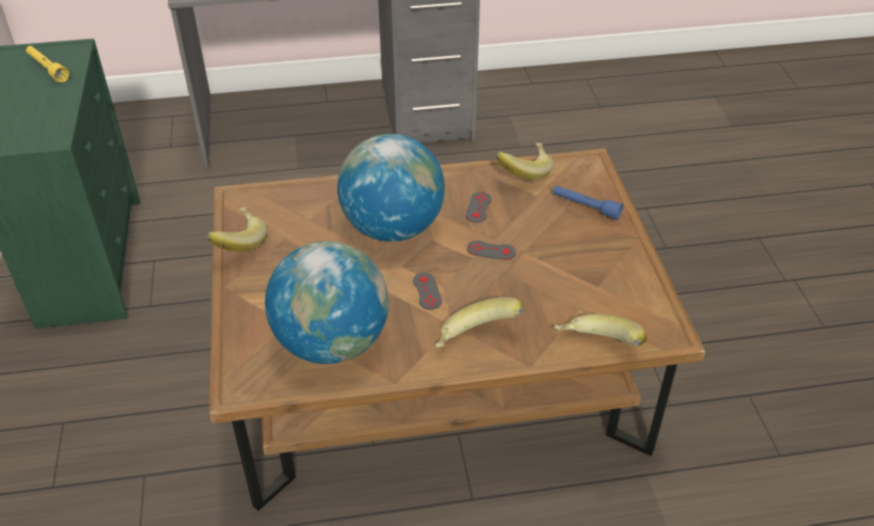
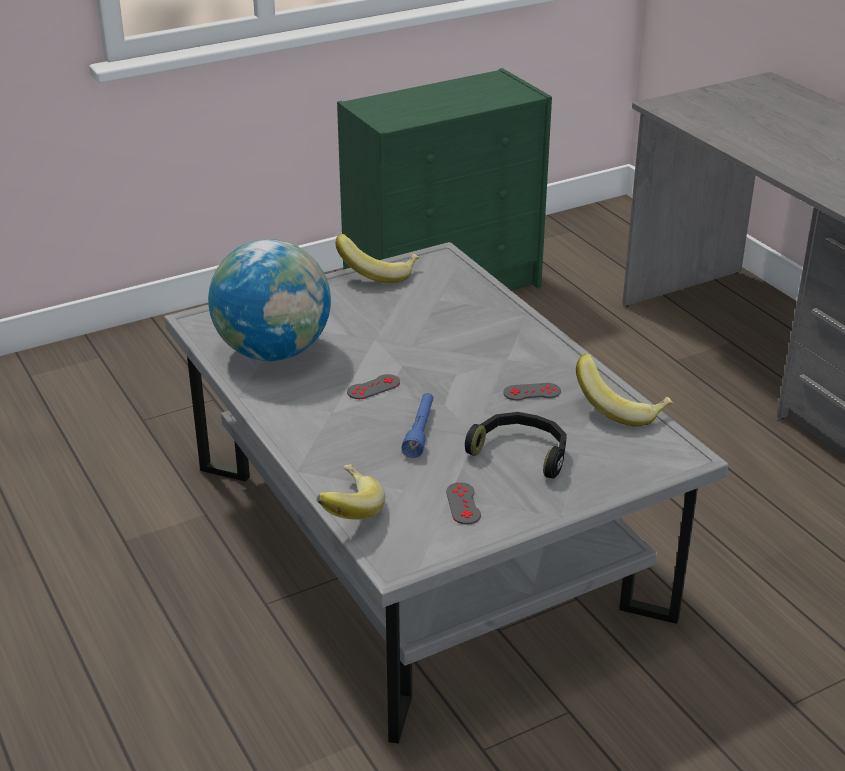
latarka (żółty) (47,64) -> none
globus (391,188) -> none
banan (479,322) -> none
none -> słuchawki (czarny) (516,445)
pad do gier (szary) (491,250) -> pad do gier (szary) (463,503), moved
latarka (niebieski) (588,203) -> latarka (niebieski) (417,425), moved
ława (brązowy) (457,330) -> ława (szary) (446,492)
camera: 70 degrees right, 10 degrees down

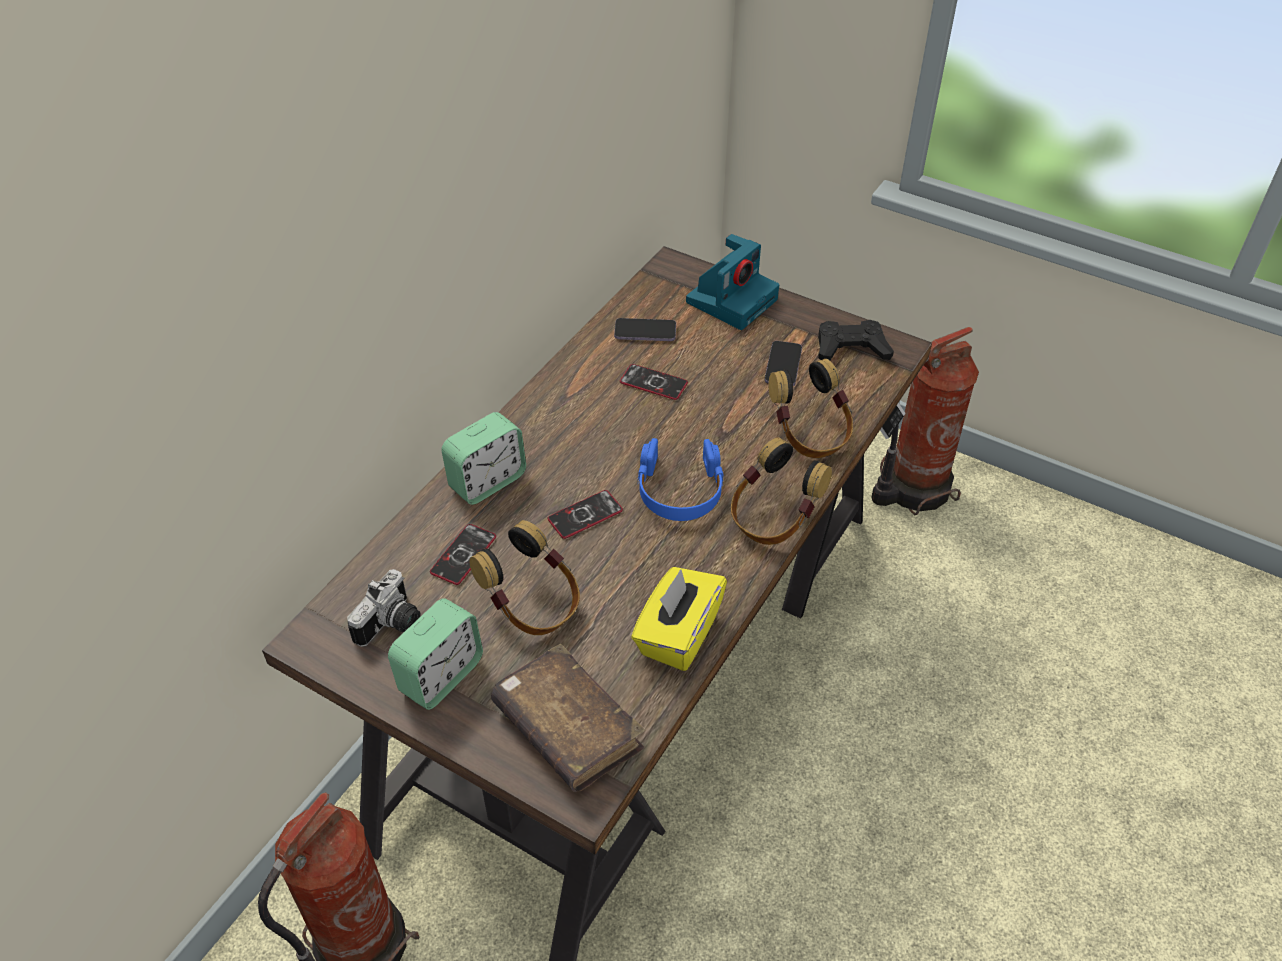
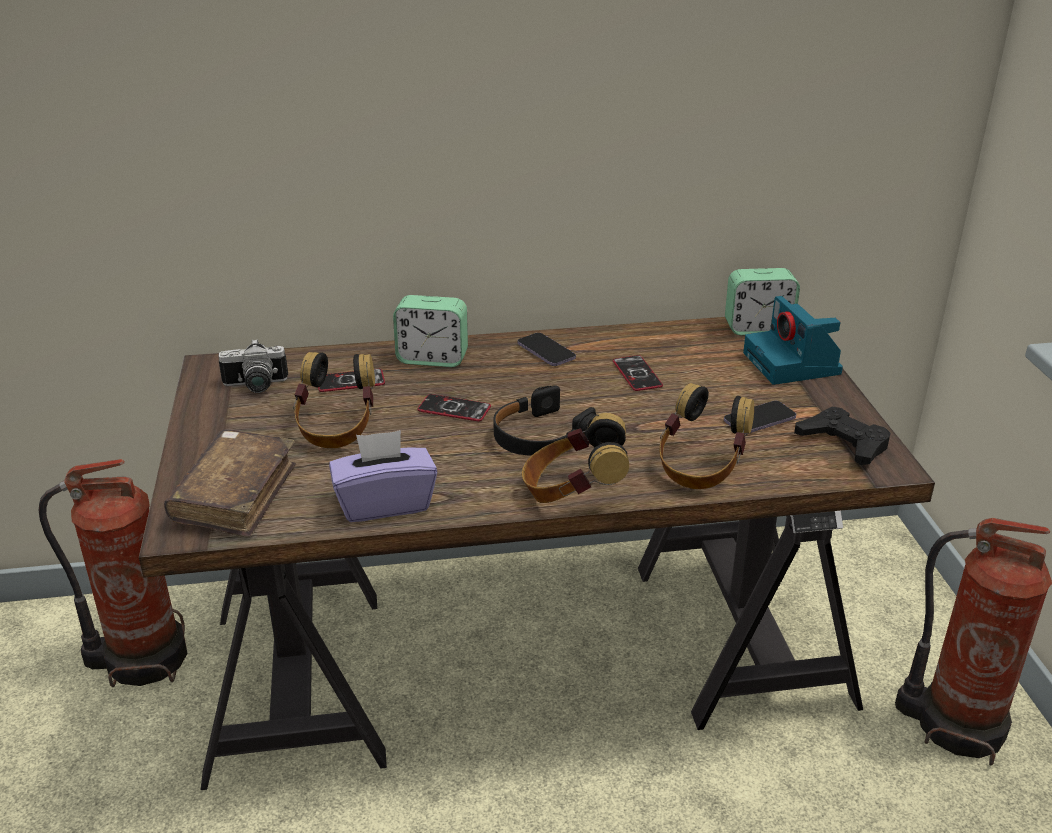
budzik (435,654) -> budzik (762,301), moved
telefon (645,329) -> telefon (546,349), moved
pudełko chusteczek (żółty) (679,619) -> pudełko chusteczek (fioletowy) (383,476)
słuchawki (niebieski) (680,479) -> słuchawki (czarny) (544,420)
aparat fotograficzny (732,282) -> aparat fotograficzny (793,340), 75 degrees clockwise
camera: 50 degrees right, 15 degrees down

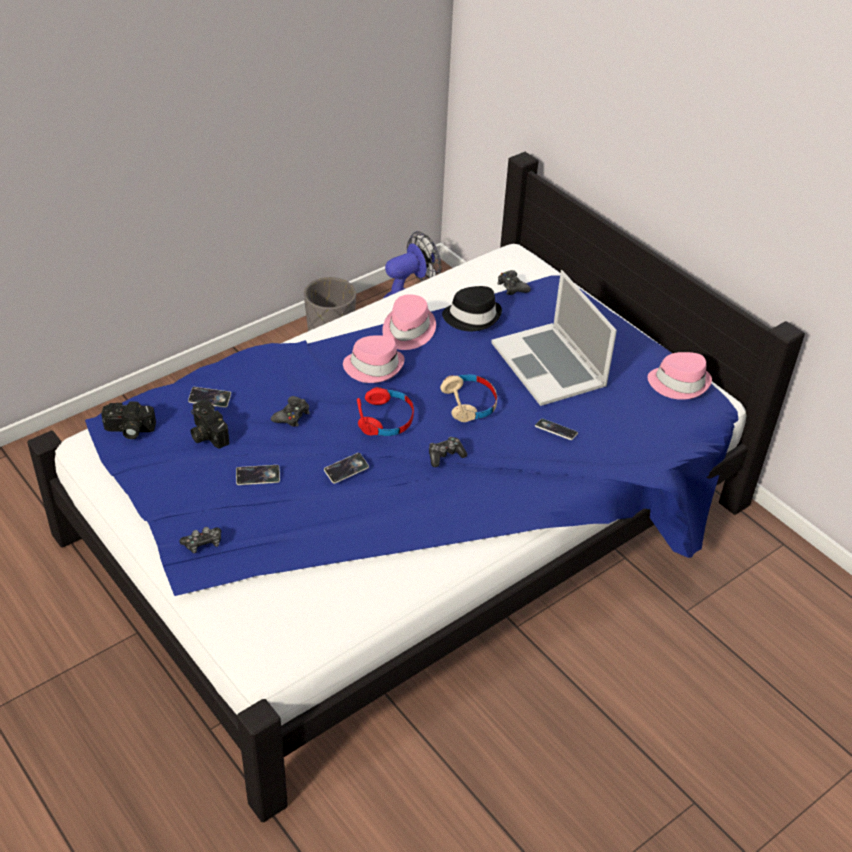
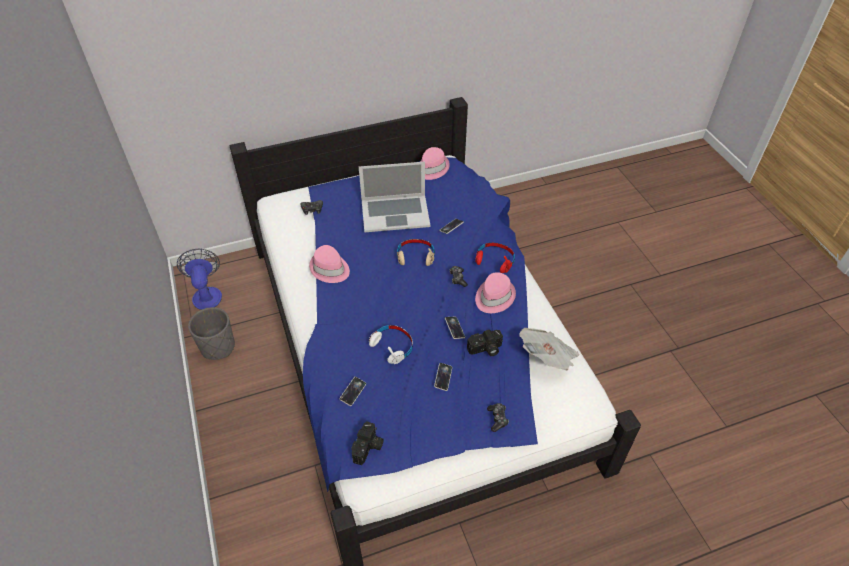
kapelusz (czarny) (472,308) -> none
none -> gazeta (549,349)
aparat fotograficzny (210,424) -> aparat fotograficzny (485,343), moved
kapelusz (różowy) (374,359) -> kapelusz (różowy) (495,292), moved
słuchawki (czerwony) (385,411) -> słuchawki (czerwony) (495,258), moved
pad do gier (czarny) (290,411) -> słuchawki (biały) (391,344)
camera: 70 degrees left, 5 degrees up

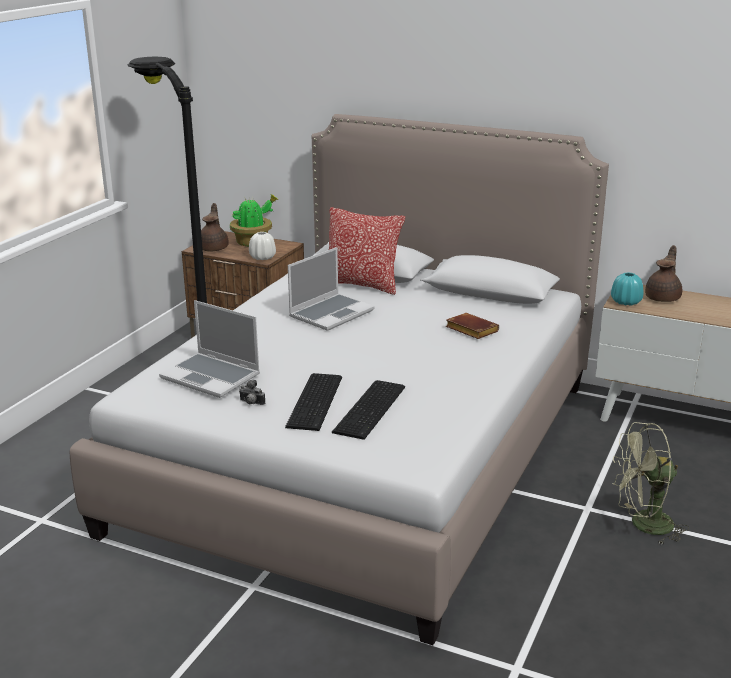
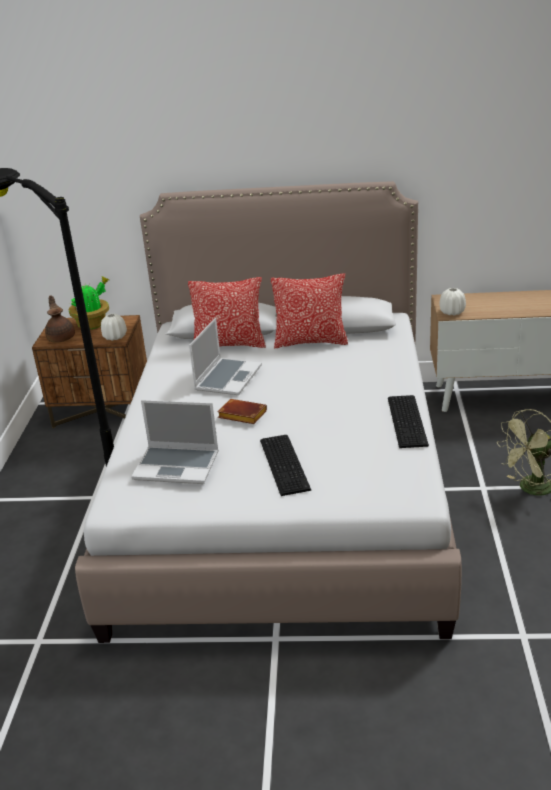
aparat fotograficzny (252,392) -> none
imbryk (brązowy) (663,273) -> none
none -> poduszka (309,310)
klawiatura (368,410) -> klawiatura (408,421), moved
książka (brązowy) (472,326) -> książka (brązowy) (242,411), moved
wazon (turkusowy) (627,289) -> wazon (biały) (452,302)
camera: 20 degrees left, 5 degrees up

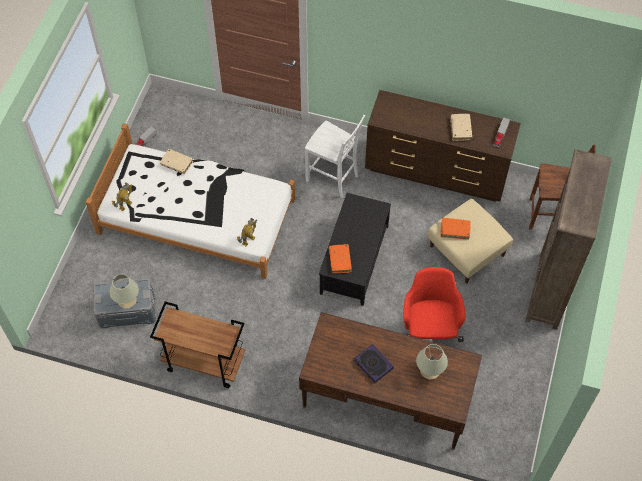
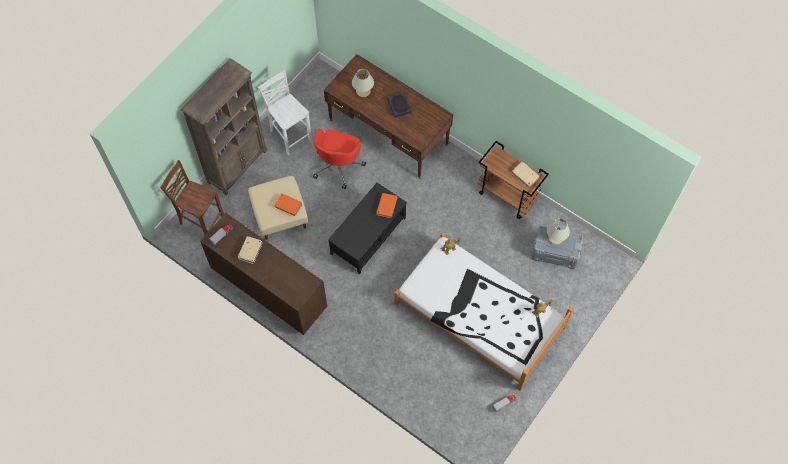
książka (beżowy) (176,161) -> książka (beżowy) (526,174), moved
krzesło (biały) (335,156) -> krzesło (biały) (285,112), moved
camera: 160 degrees left, 5 degrees up

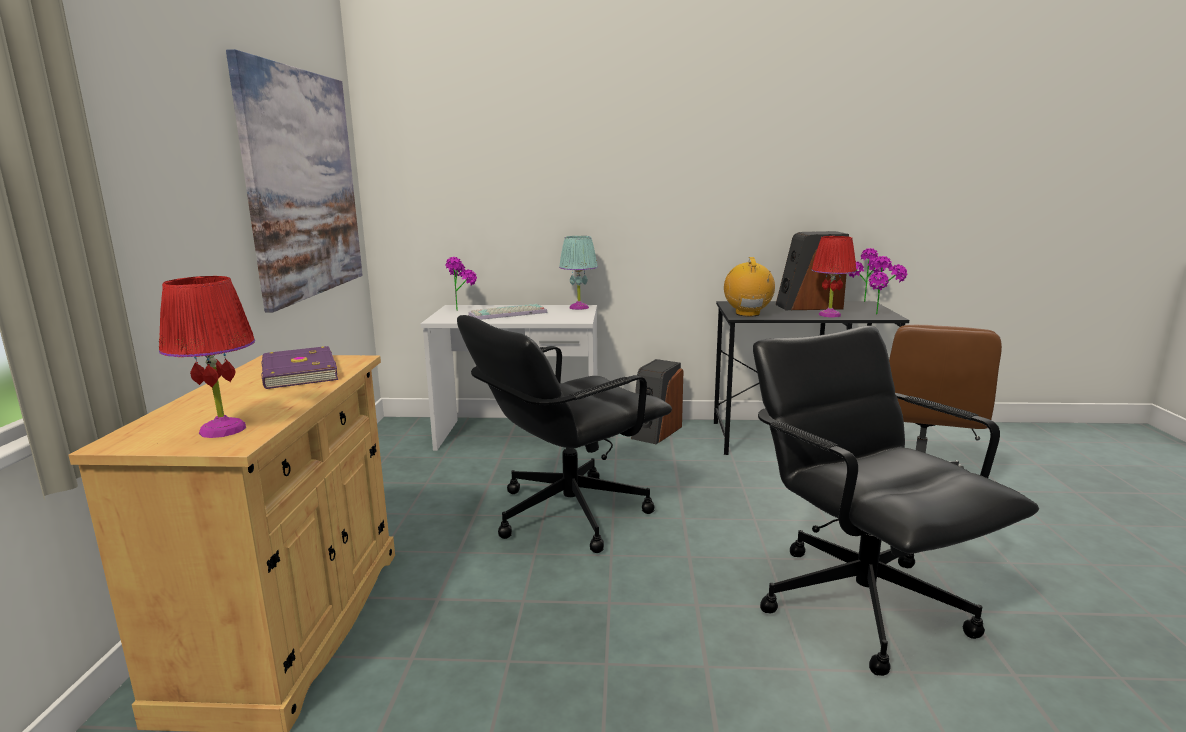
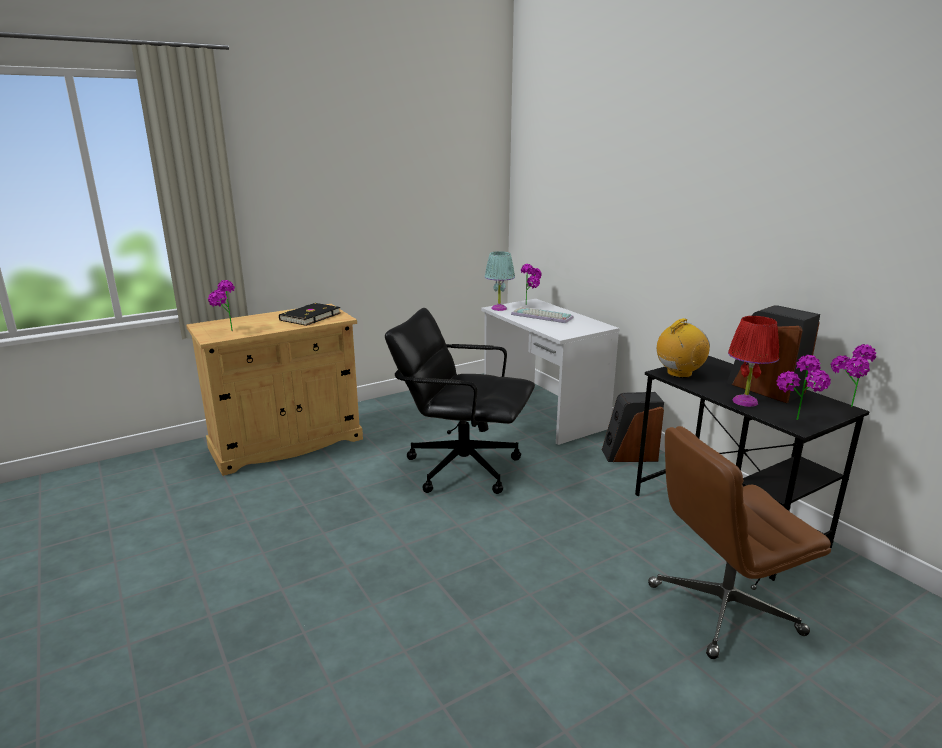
obraz (294,180) -> none
krzesło biurowe (czarny) (896,501) -> none
lampa stołowa (turkusowy) (578,273) -> lampa stołowa (turkusowy) (499,281), moved
lampa stołowa (czerwony) (207,357) -> roślina doniczkowa (221,305)
książka (fioletowy) (300,367) -> książka (czarny) (309,314)
camera: 55 degrees right, 5 degrees up

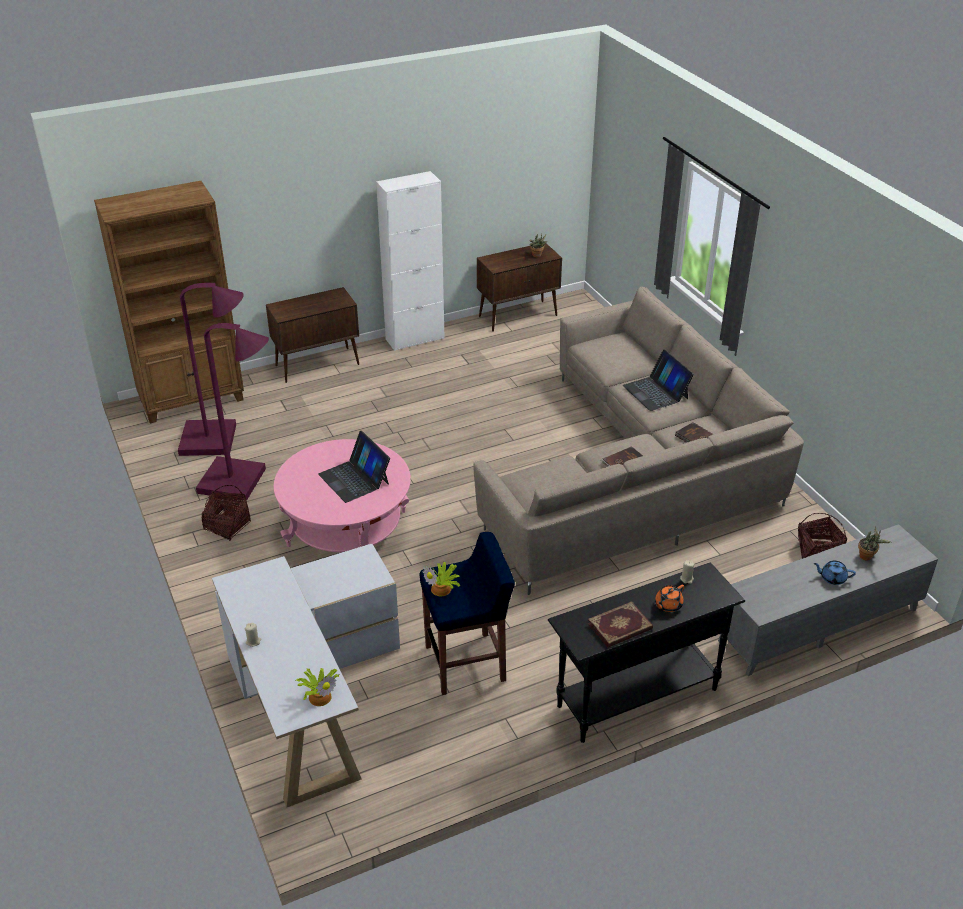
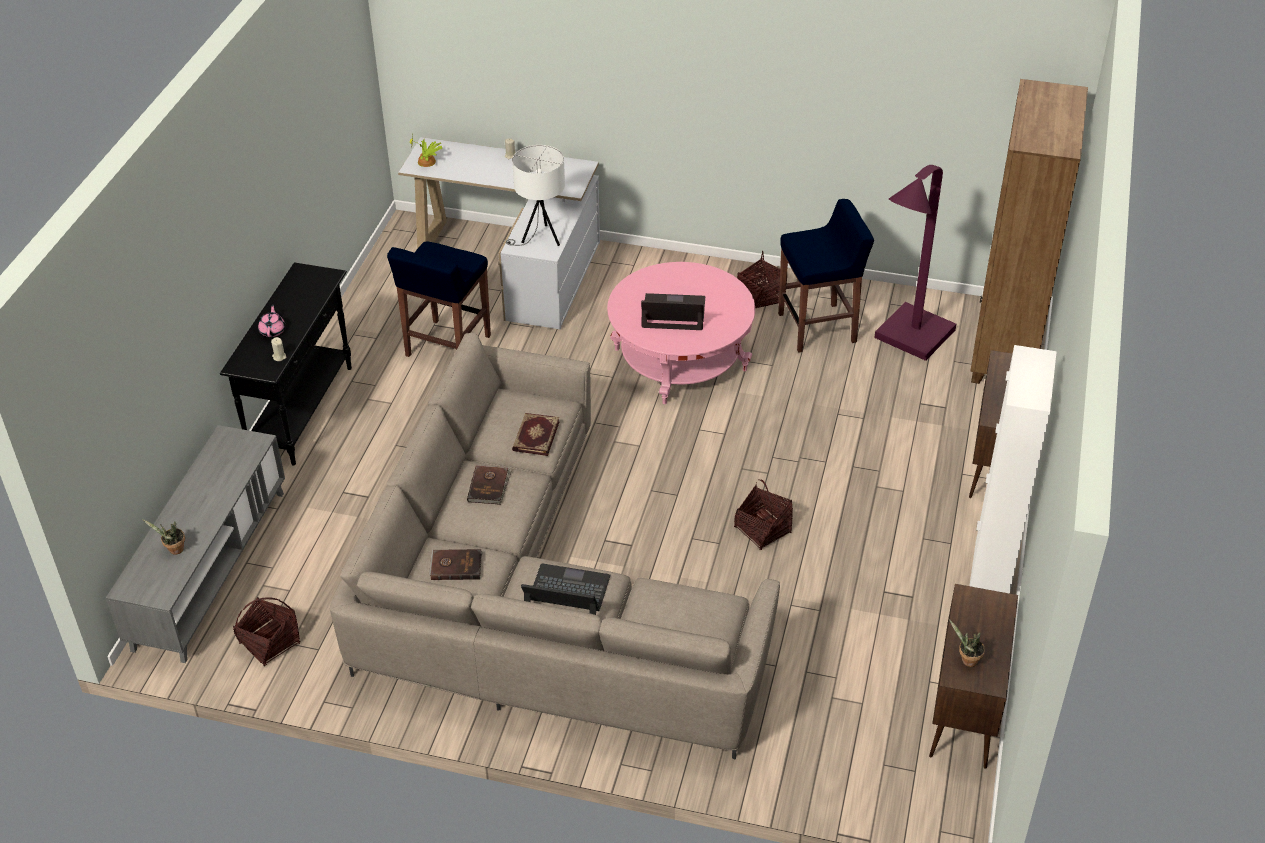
roślina doniczkowa (441,579) -> none
imbryk (niebieski) (835,573) -> none
none -> lampa stołowa (biały) (535,195)
none -> koszyk (763,514)
książka (620,624) -> książka (536,434), moved
lampa stojąca (fioletowy) (232,412) -> stołek (niebieski) (826,276)
imbryk (pomarańczowy) (669,598) -> imbryk (różowy) (271,320)
camera: 130 degrees right, 5 degrees up

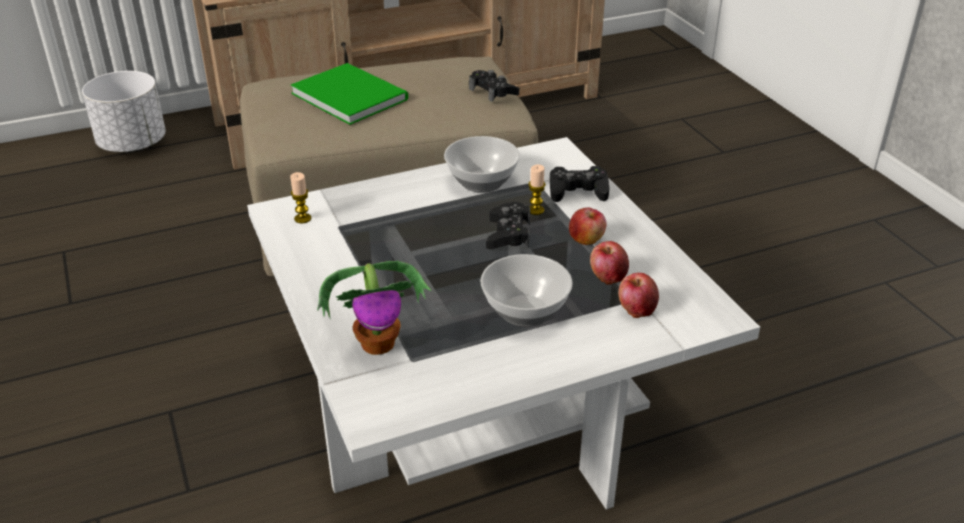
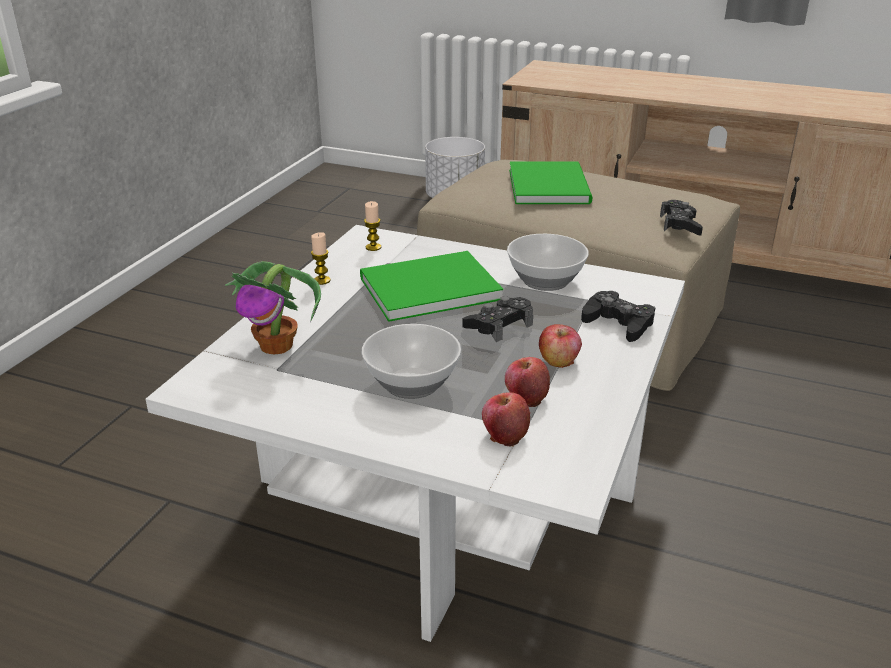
none -> książka (zielony) (431,286)
świeca (537,189) -> świeca (321,258), moved
camera: 45 degrees right, 5 degrees down

